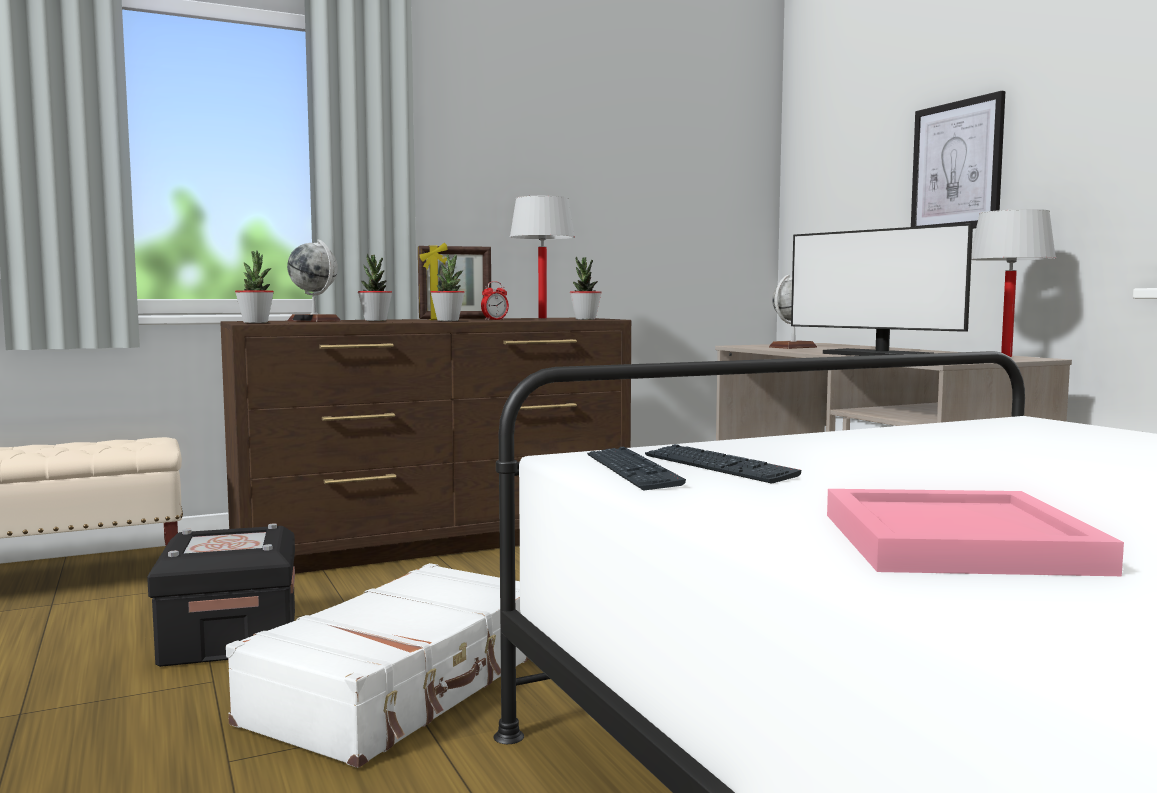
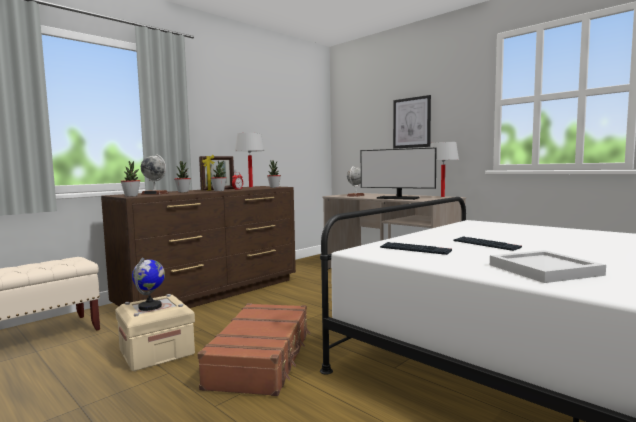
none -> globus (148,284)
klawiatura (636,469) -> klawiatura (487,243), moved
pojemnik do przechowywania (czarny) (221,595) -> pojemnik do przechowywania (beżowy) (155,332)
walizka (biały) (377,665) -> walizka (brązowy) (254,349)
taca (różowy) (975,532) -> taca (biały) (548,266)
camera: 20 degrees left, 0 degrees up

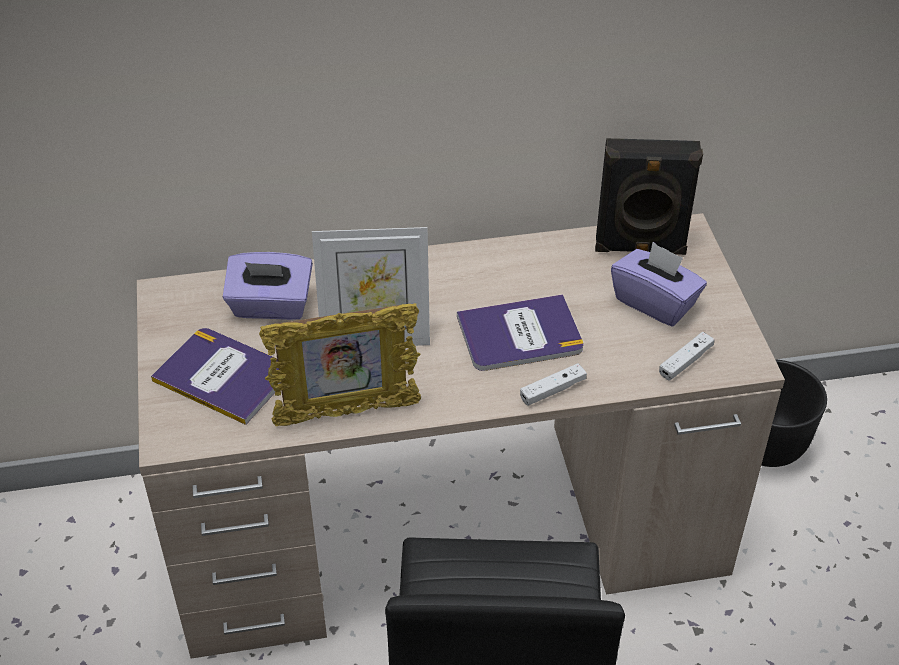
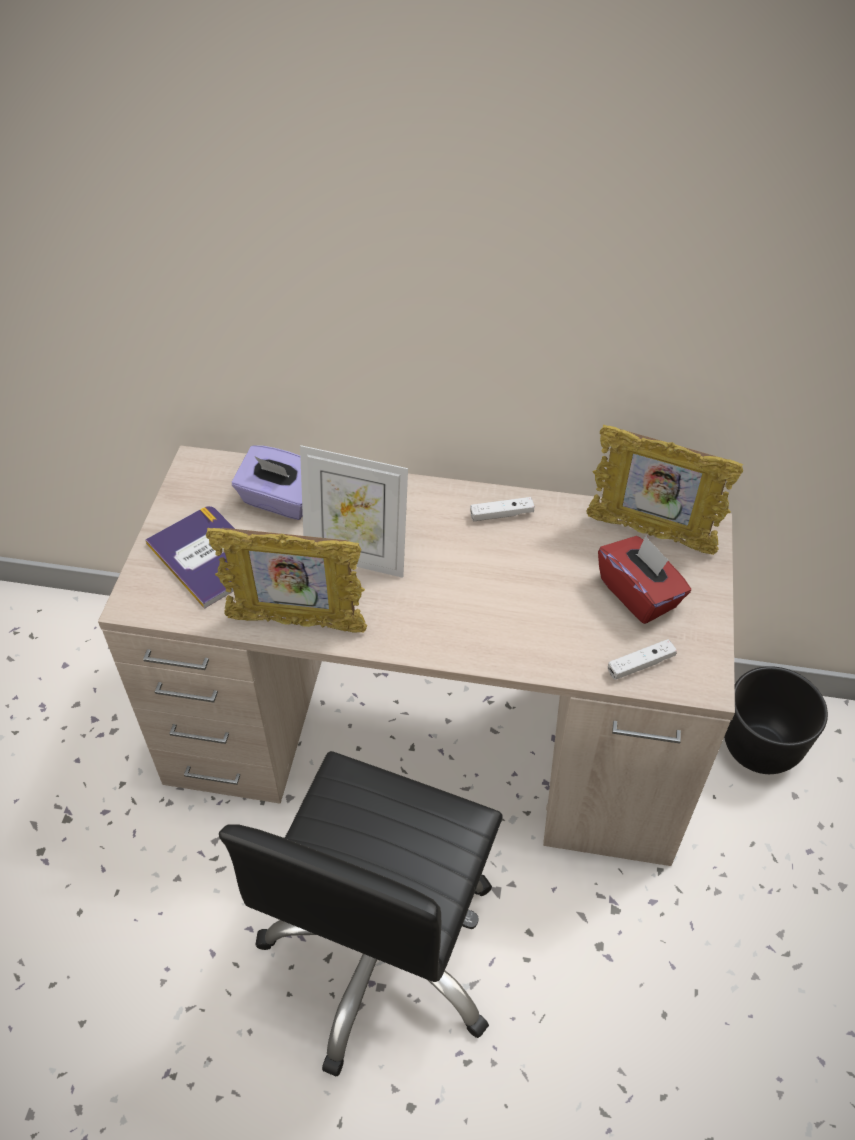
książka (520,332) -> none
pad do gier (biały) (553,384) -> pad do gier (biały) (502,509), moved
głośnik (czarny) (649,196) -> ramka na zdjęcie (664,490)
pudełko chusteczek (fioletowy) (659,284) -> pudełko chusteczek (czerwony) (644,579)
camera: 20 degrees right, 5 degrees up

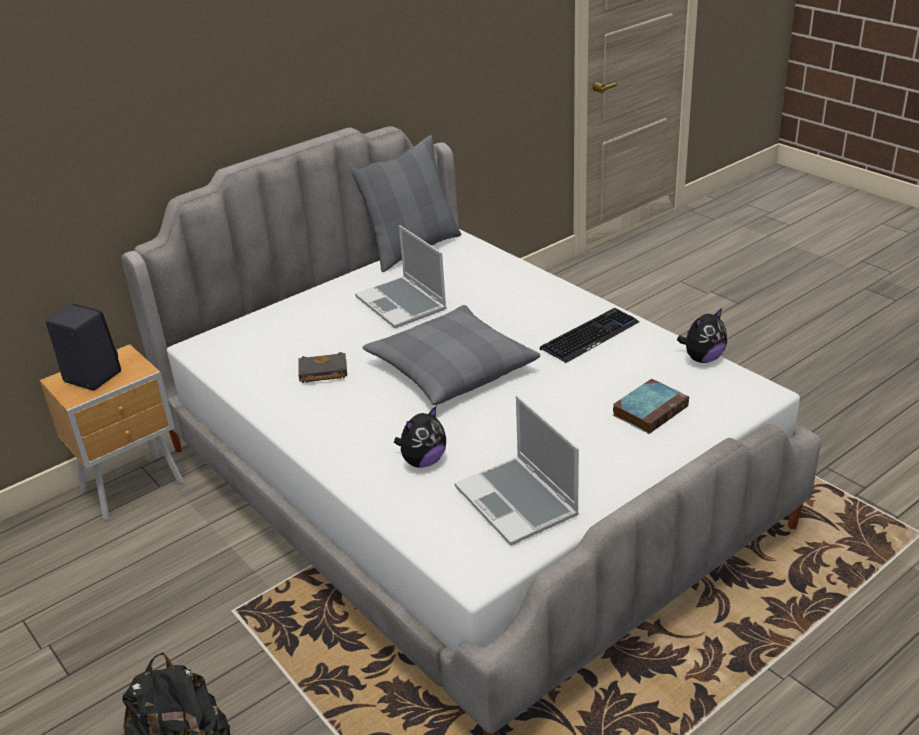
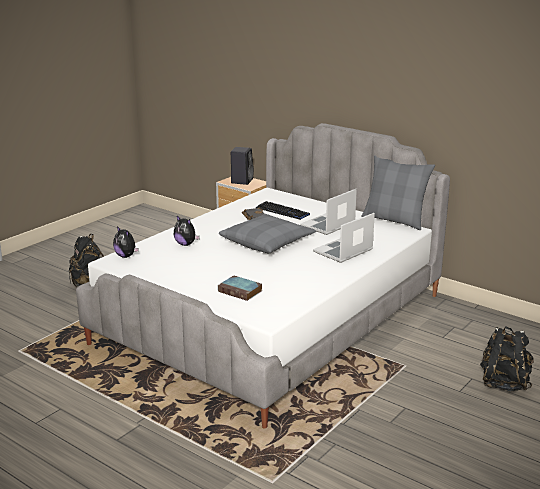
none -> plecak (czarny) (507,358)
laptop (517,471) -> laptop (344,238), moved
klawiatura (589,335) -> klawiatura (283,210), moved
pluszak (702,335) -> pluszak (126,242), moved
camera: 75 degrees right, 10 degrees down

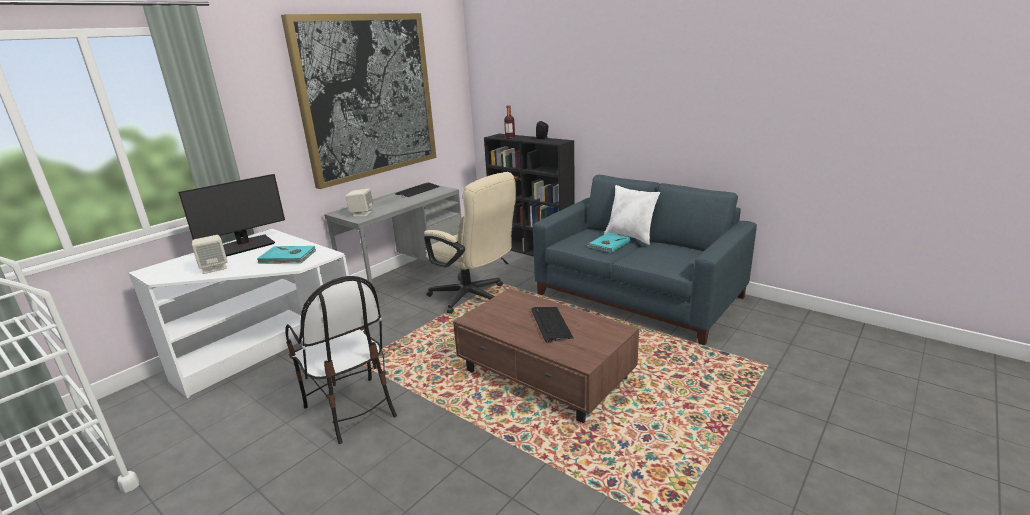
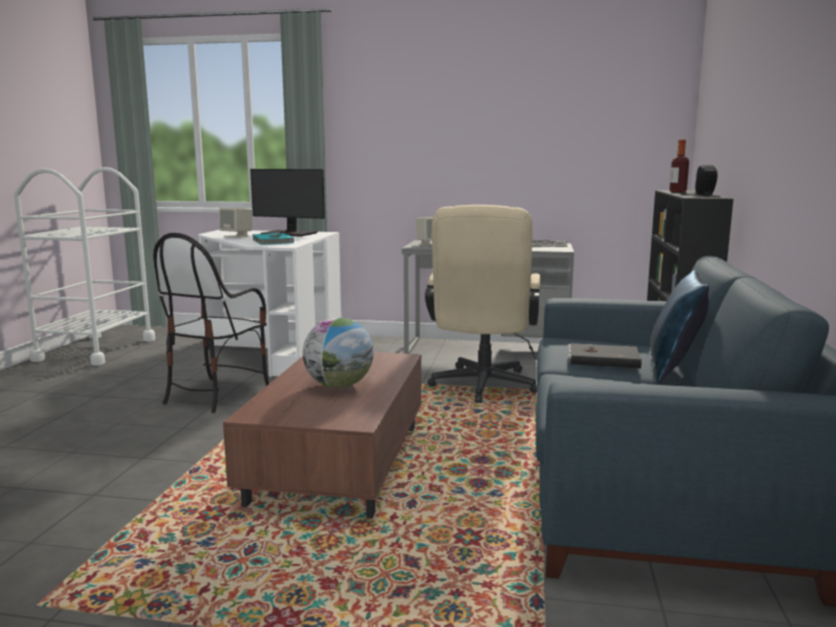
obraz (359,101) -> none
klawiatura (552,324) -> globus (338,353)
książka (turkusowy) (609,243) -> książka (czarny) (605,355)
poduszka (biały) (632,215) -> poduszka (niebieski) (679,326)
camera: 60 degrees right, 10 degrees down

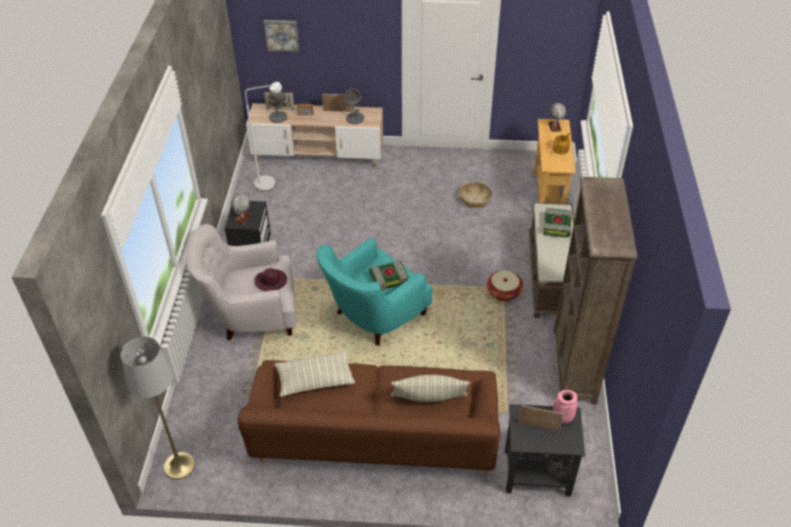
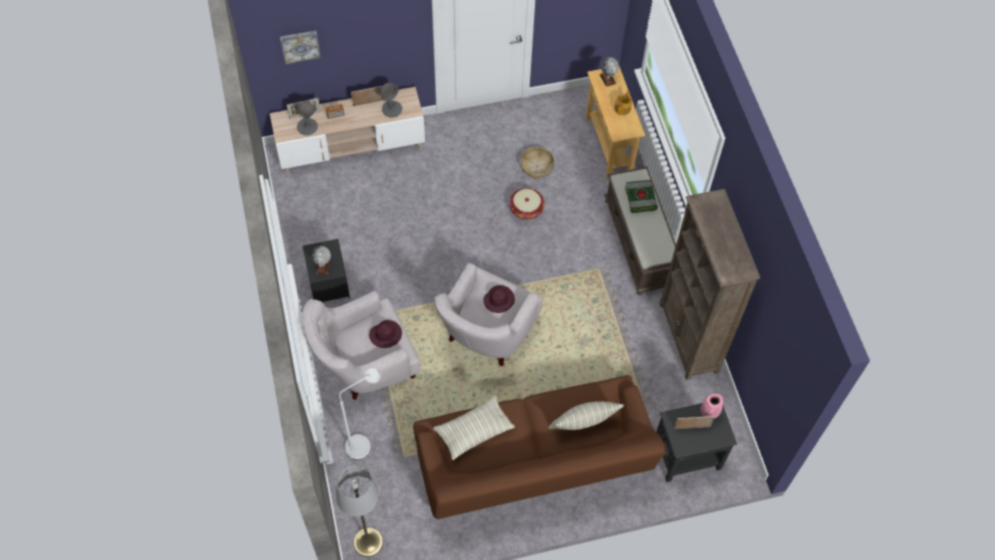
lampa stojąca (biały) (263,136) -> lampa stojąca (biały) (360,414), moved
koszyk (505,285) -> koszyk (527,204), moved
książka (389,275) -> kapelusz (fioletowy) (499,299)
fotel (turkusowy) (374,292) -> fotel (biały) (488,314)
camera: 20 degrees left, 15 degrees up

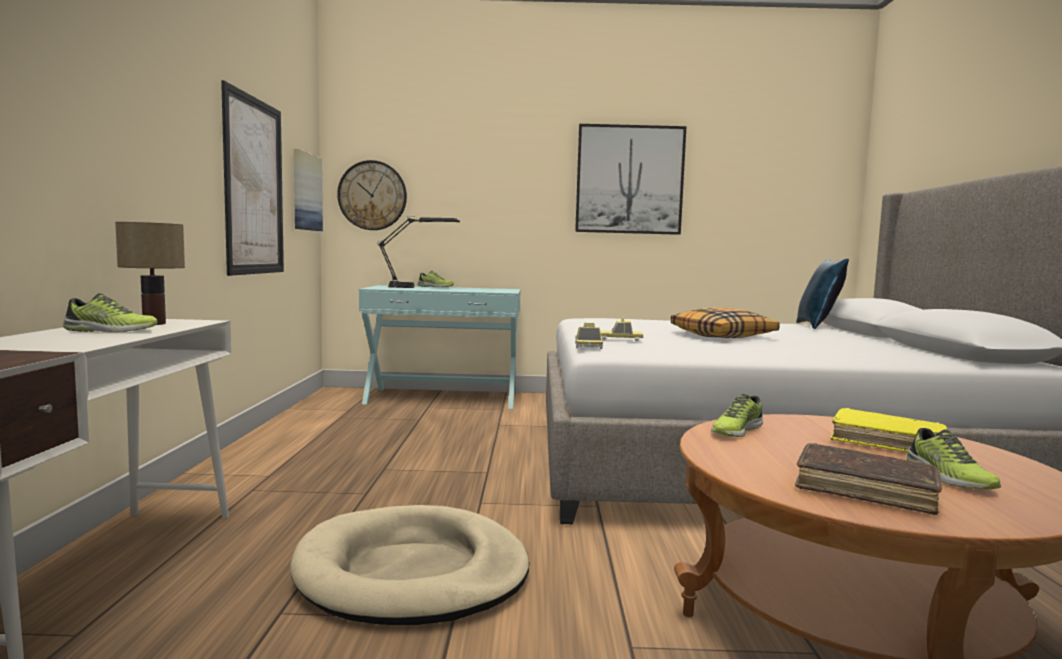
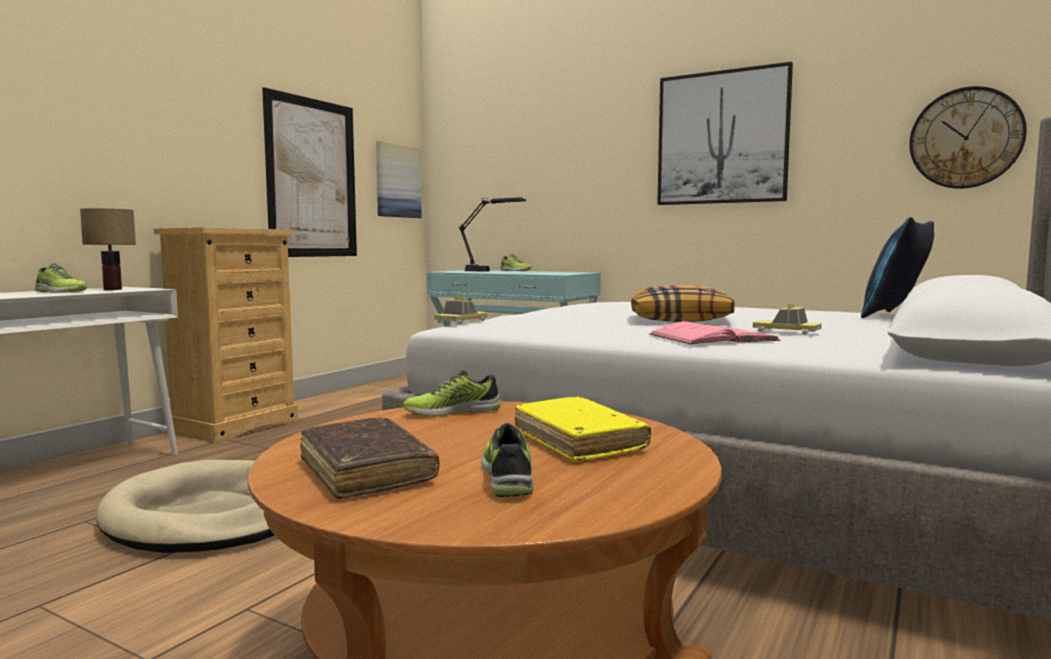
none -> komoda (beżowy) (226,335)
none -> książka (różowy) (714,332)
zegar ścienny (372,195) -> zegar ścienny (968,137), moved
samochodzik (621,329) -> samochodzik (787,319), moved
but (953,458) -> but (507,460), 150 degrees clockwise
camera: 30 degrees right, 0 degrees up

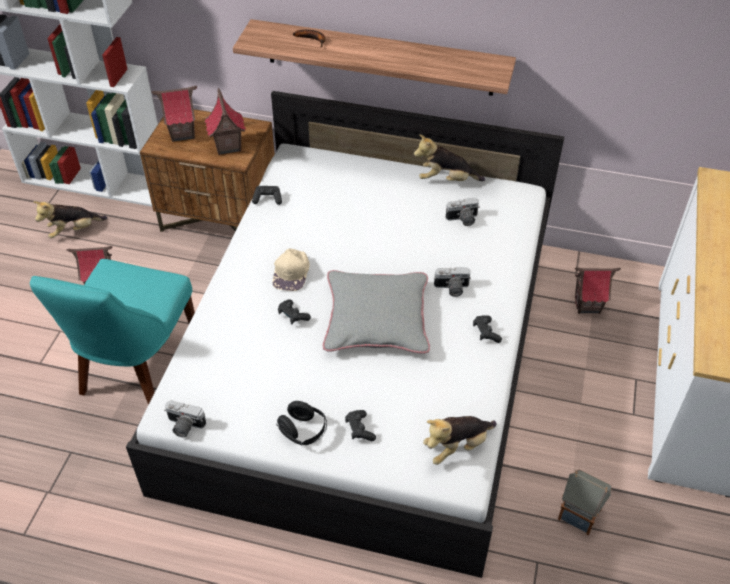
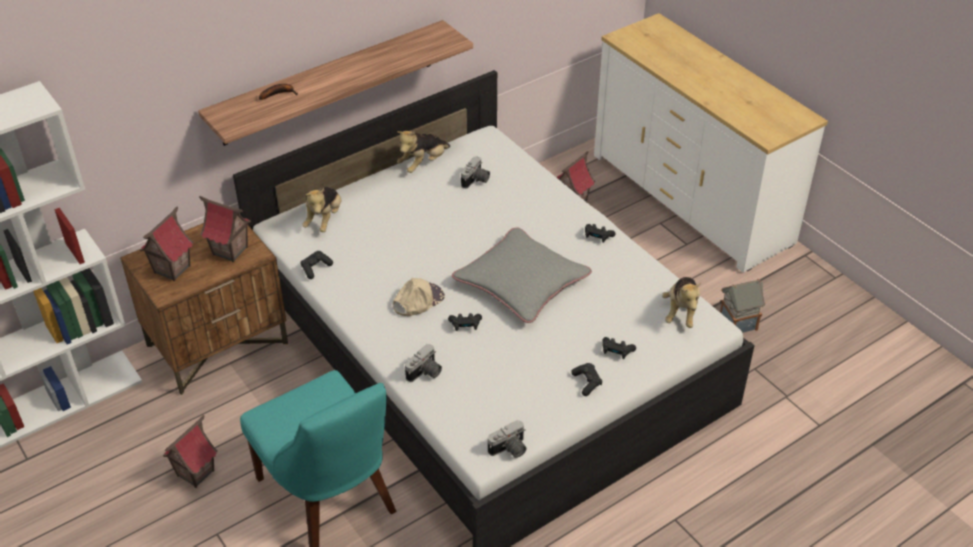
pluszak (70,219) -> pluszak (321,209), moved
aparat fotograficzny (452,282) -> aparat fotograficzny (423,363), moved
słuchawki (czarny) (301,423) -> pad do gier (czarny) (586,379)
czapka z daszkiem (beżowy) (291,270) -> czapka z daszkiem (beżowy) (419,297), 90 degrees counterclockwise
camera: 50 degrees left, 5 degrees down

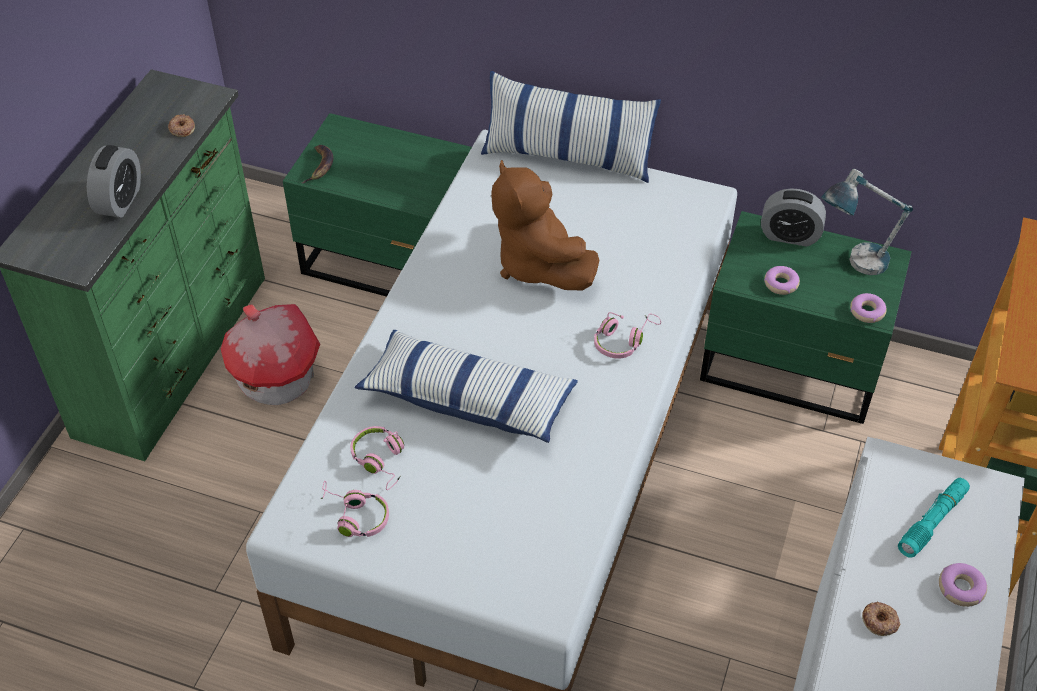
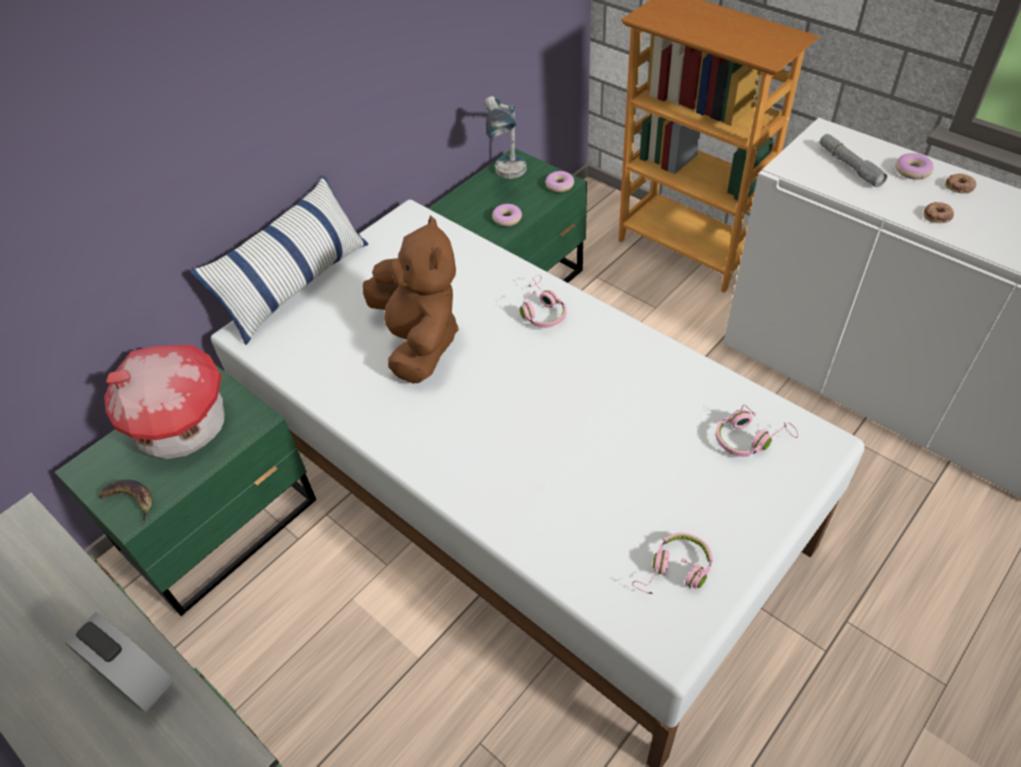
poduszka (466,386) -> none
budzik (793,217) -> none
donut (181,125) -> donut (960,184), moved
domek (270,354) -> domek (164,402), moved
słuchawki (różowy) (377,458) -> słuchawki (różowy) (757,431), moved
latarka (turkusowy) (934,518) -> latarka (szary) (853,160)
pluszak (brązowy) (545,225) -> pluszak (brązowy) (411,299), 105 degrees counterclockwise
camera: 65 degrees left, 0 degrees up

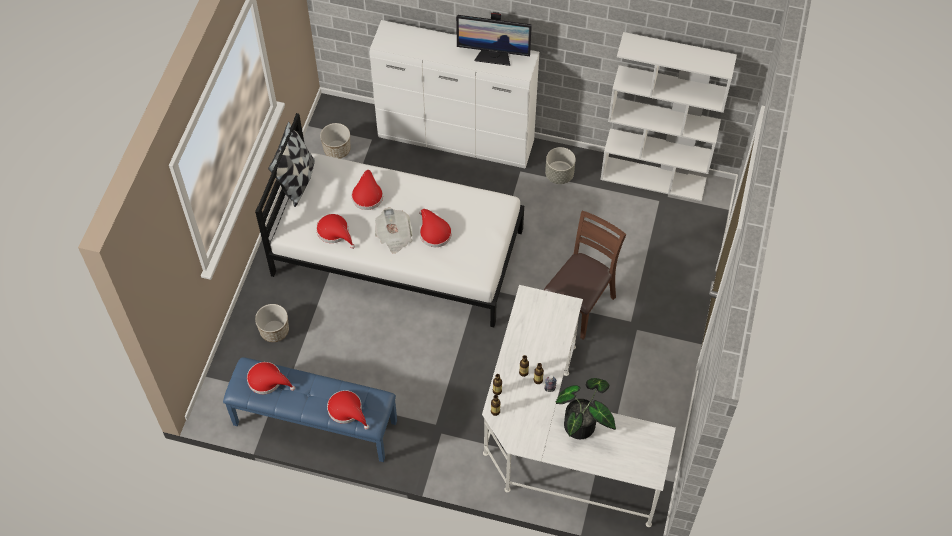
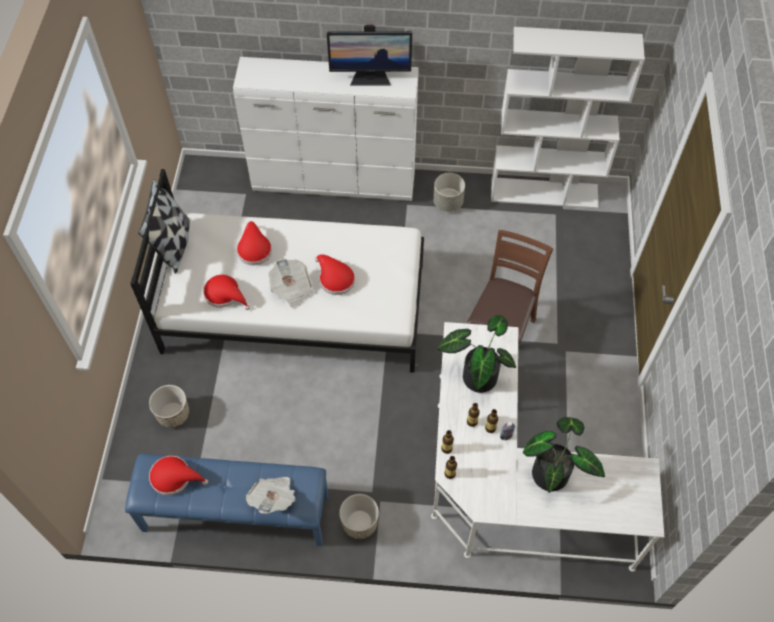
none -> roślina doniczkowa (476,354)
donica (335,141) -> donica (359,516), moved
kapelusz (czerwony) (348,410) -> gazeta (271,495)
camera: 10 degrees left, 0 degrees up

